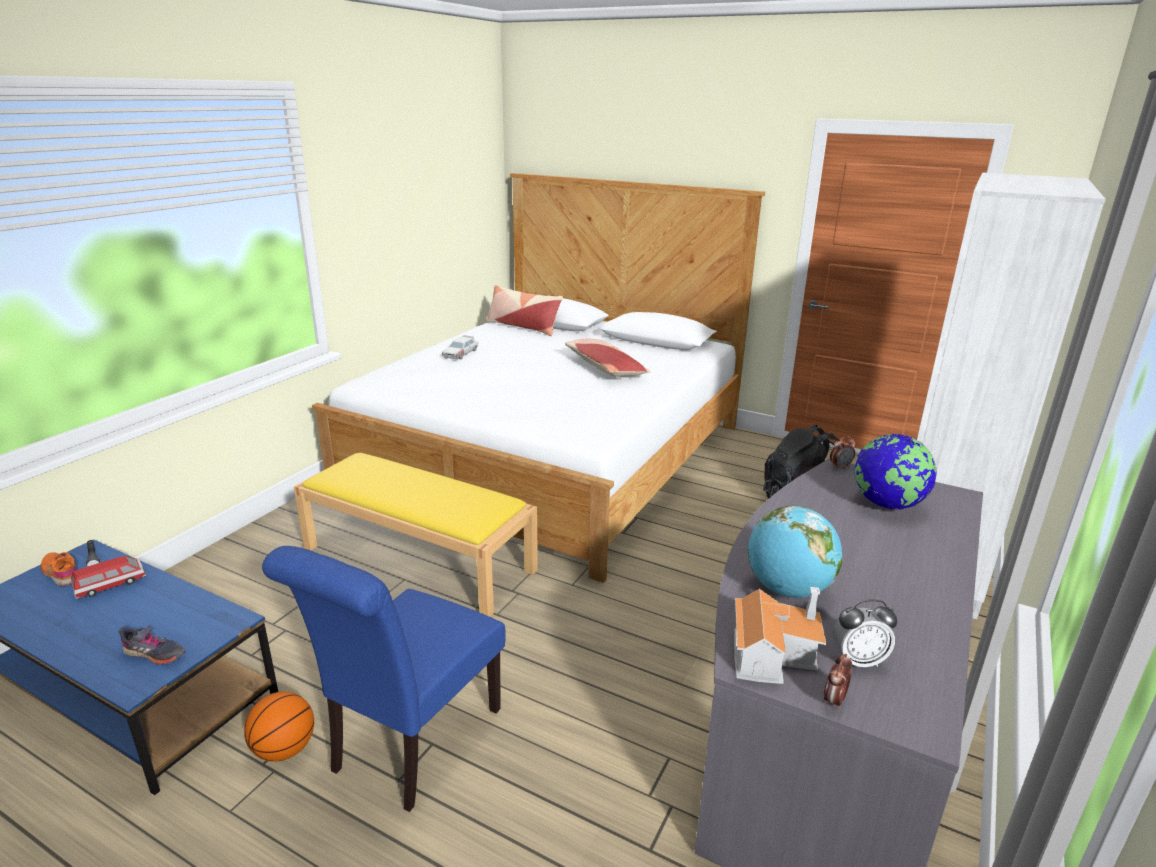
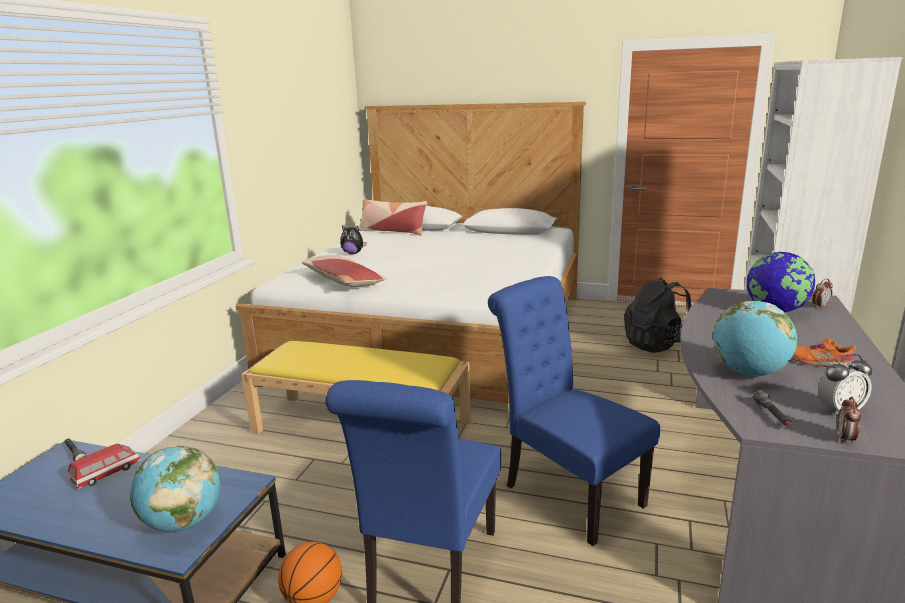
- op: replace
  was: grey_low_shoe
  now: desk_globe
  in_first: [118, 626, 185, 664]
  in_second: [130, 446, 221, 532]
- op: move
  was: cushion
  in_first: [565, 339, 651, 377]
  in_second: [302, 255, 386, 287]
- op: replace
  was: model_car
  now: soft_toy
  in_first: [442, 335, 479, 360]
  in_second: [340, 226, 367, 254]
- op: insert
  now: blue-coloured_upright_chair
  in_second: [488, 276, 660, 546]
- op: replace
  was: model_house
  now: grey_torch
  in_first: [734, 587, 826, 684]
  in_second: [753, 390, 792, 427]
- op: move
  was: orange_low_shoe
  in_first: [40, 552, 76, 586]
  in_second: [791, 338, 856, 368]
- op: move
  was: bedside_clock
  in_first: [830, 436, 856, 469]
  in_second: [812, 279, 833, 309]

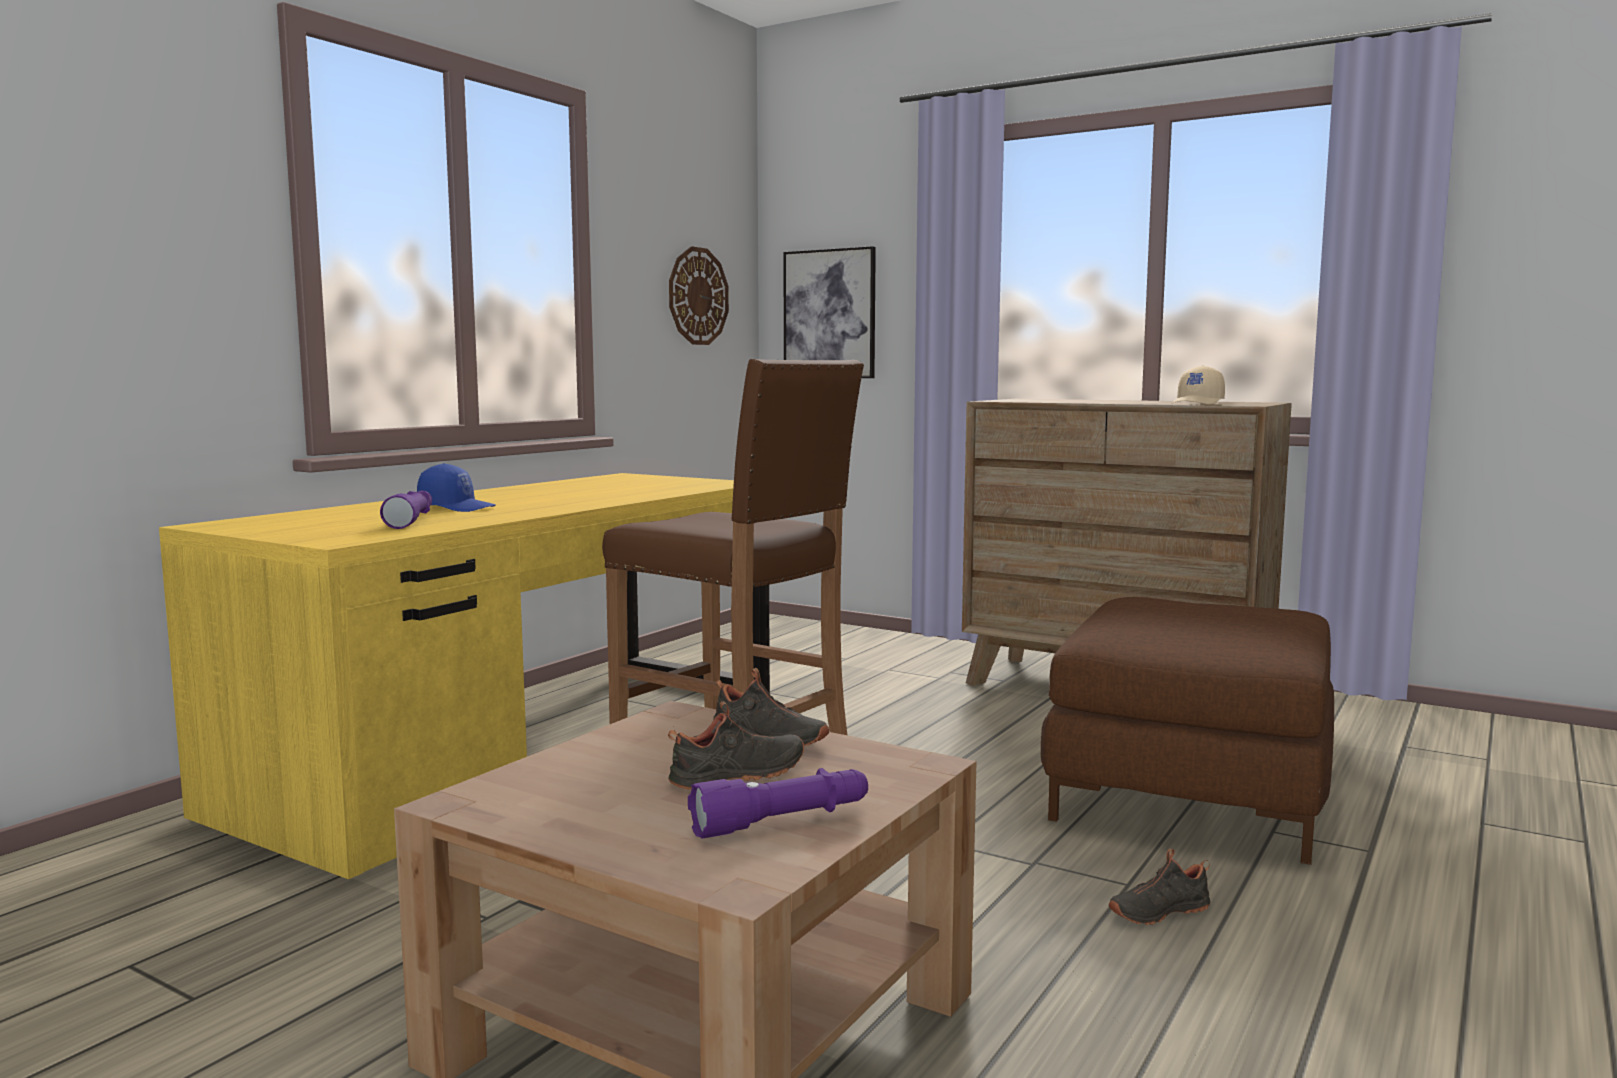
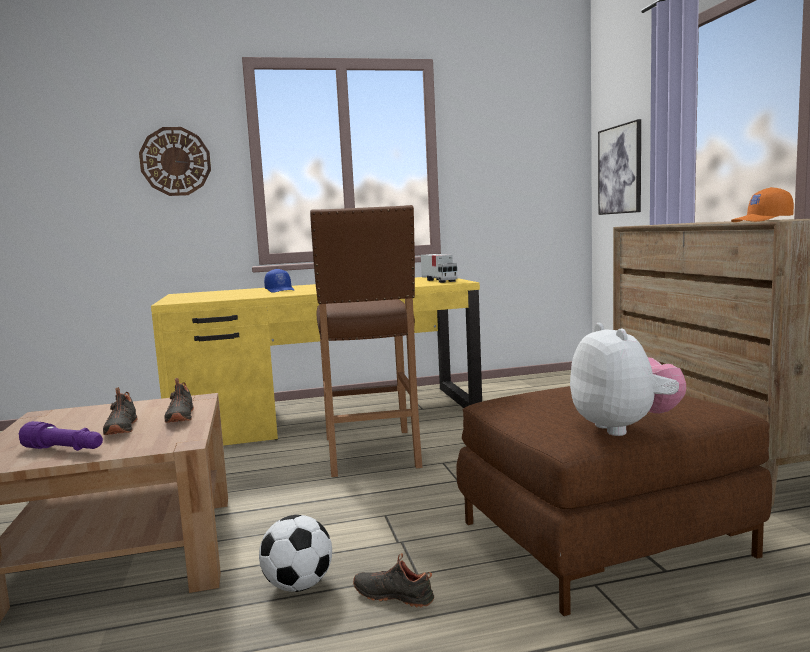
- op: rotate
  was: blackish_low_shoe
  in_first: [668, 701, 804, 790]
  in_second: [103, 387, 138, 435]
  clockwise: 60
- op: move
  was: hanging_clock
  in_first: [669, 246, 729, 345]
  in_second: [139, 127, 211, 196]
- op: insert
  now: football_ball
  in_second: [259, 515, 332, 592]
- op: insert
  now: toy_truck
  in_second: [421, 254, 458, 283]
- op: insert
  now: soft_toy
  in_second: [570, 323, 686, 436]
- op: recolor
  was: beige_baseball_cap
  now: orange_baseball_cap
  in_first: [1172, 365, 1225, 404]
  in_second: [731, 187, 794, 222]
- op: delete
  was: purplish_torch
  in_first: [380, 490, 432, 529]

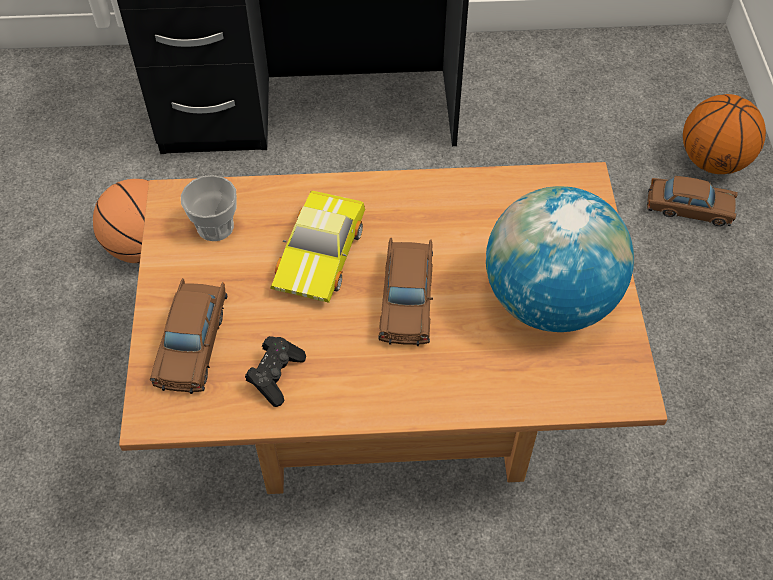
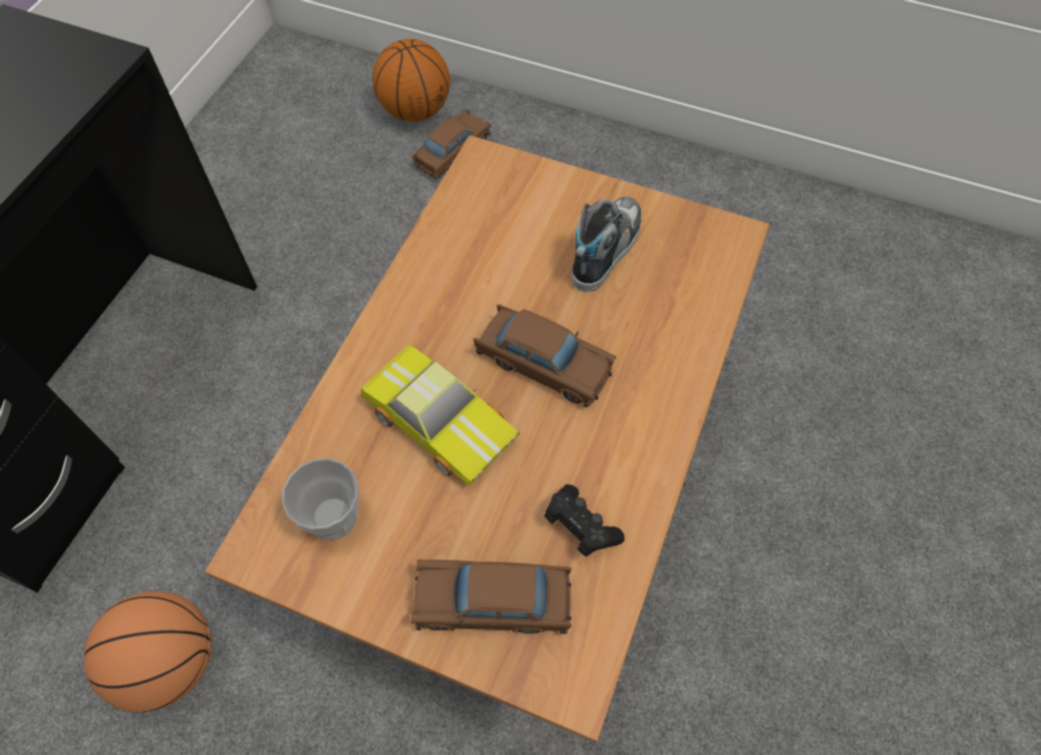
- op: rotate
  was: brown-coloured_model_car
  in_first: [150, 278, 227, 394]
  in_second: [411, 559, 572, 634]
  clockwise: 150
- op: replace
  was: desk_globe
  now: low_shoe
  in_first: [486, 186, 634, 332]
  in_second: [572, 197, 642, 292]

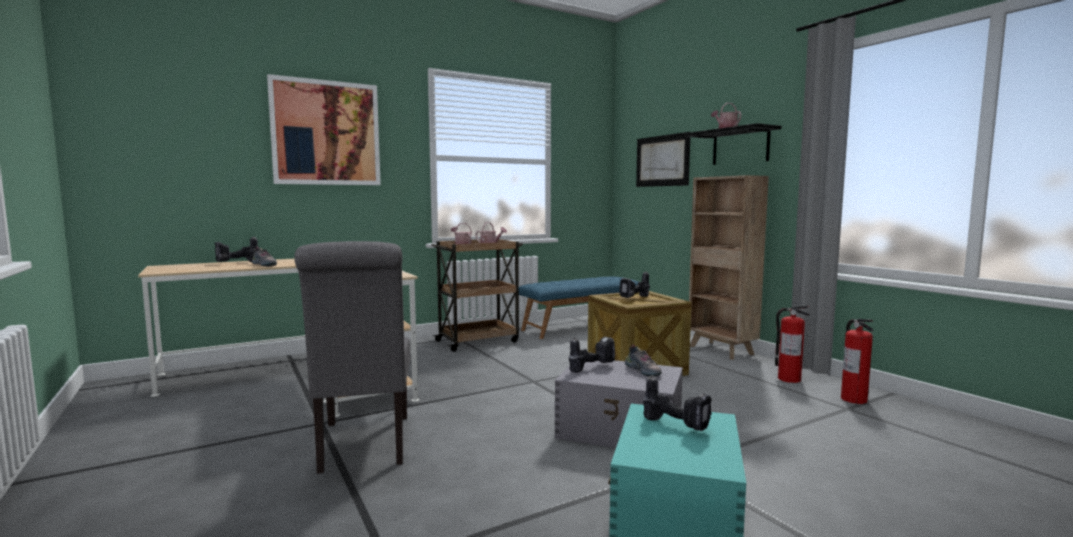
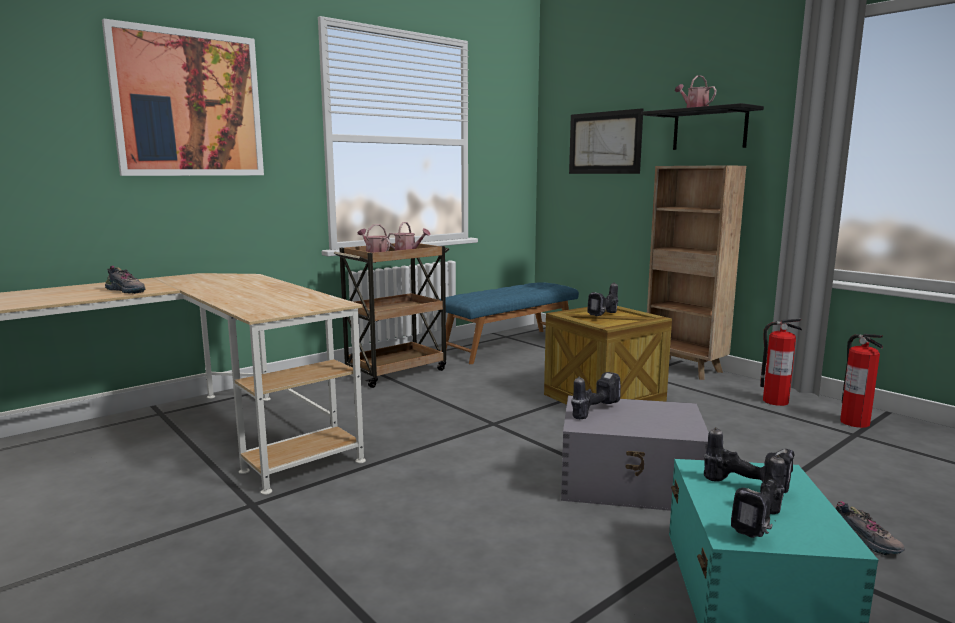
- op: move
  was: drill
  in_first: [215, 236, 258, 262]
  in_second: [731, 455, 785, 538]
- op: move
  was: low_shoe
  in_first: [625, 345, 662, 377]
  in_second: [835, 501, 905, 555]
- op: delete
  was: grey_upright_chair
  in_first: [295, 241, 411, 474]

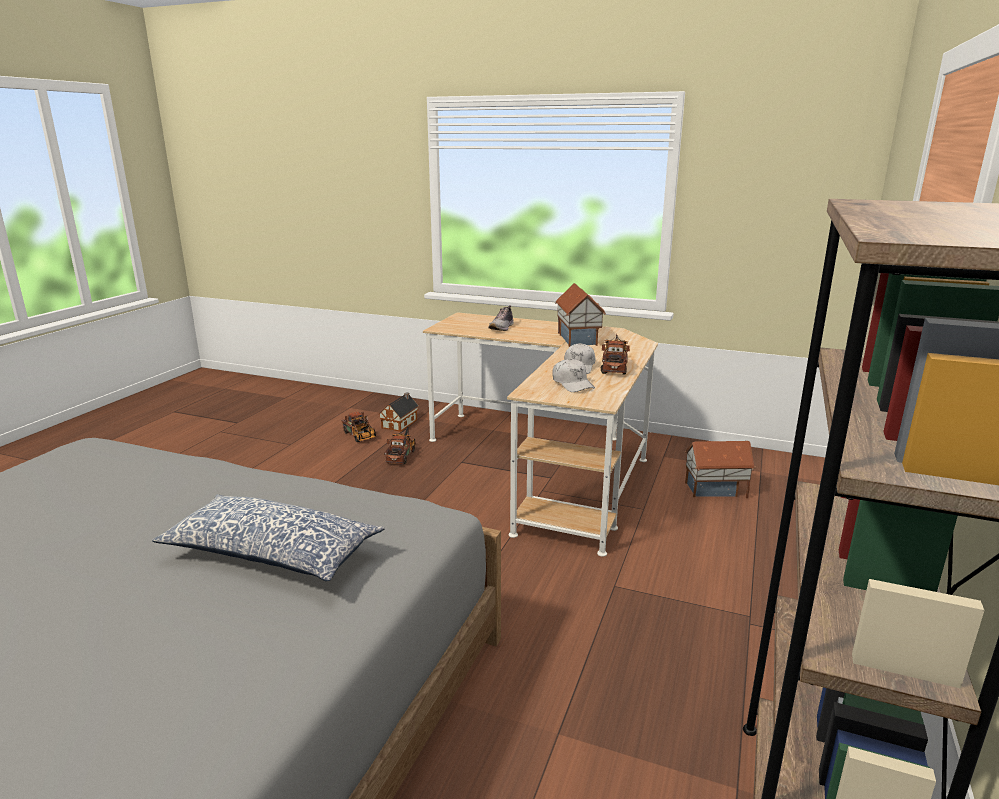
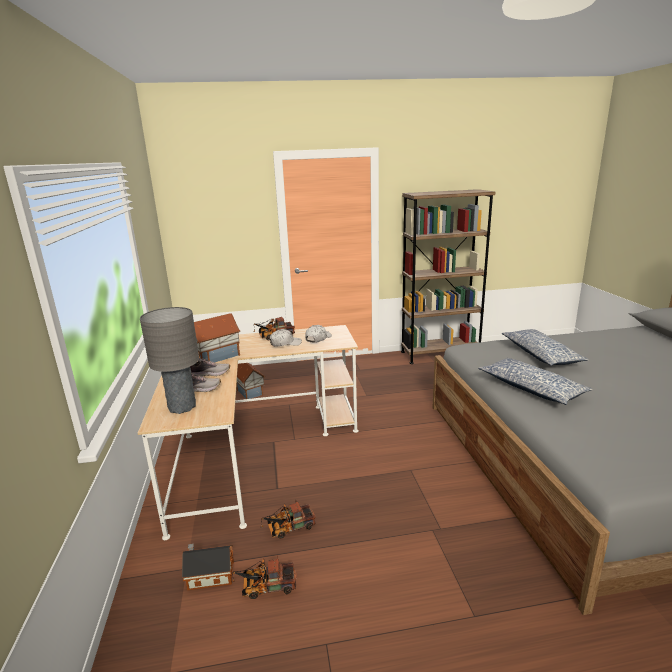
- op: insert
  now: grey_tabletop_lamp
  in_second: [140, 307, 199, 414]
- op: insert
  now: low_shoe
  in_second: [190, 358, 230, 377]
- op: rotate
  was: toy_truck
  in_first: [341, 412, 376, 442]
  in_second: [232, 555, 297, 599]
  clockwise: -120
- op: insert
  now: cushion
  in_second: [478, 358, 593, 405]

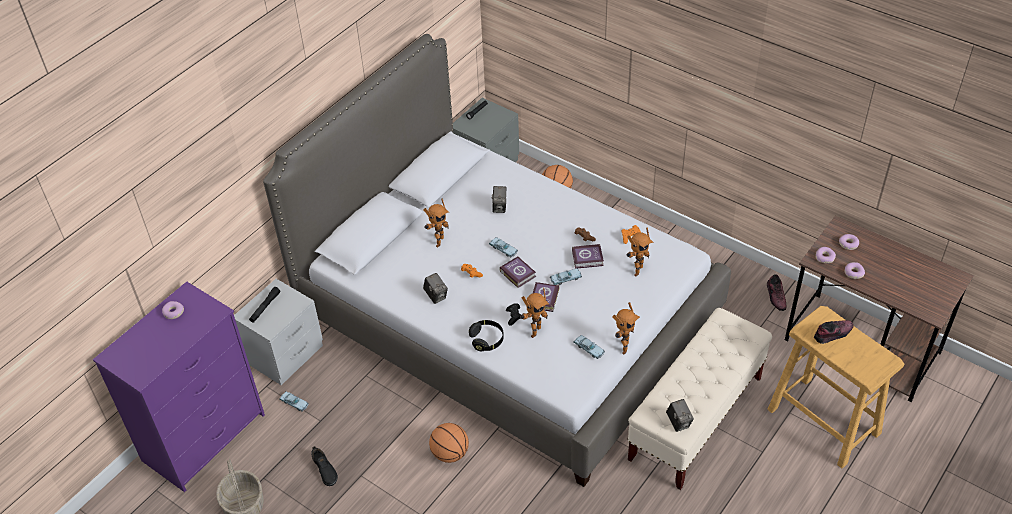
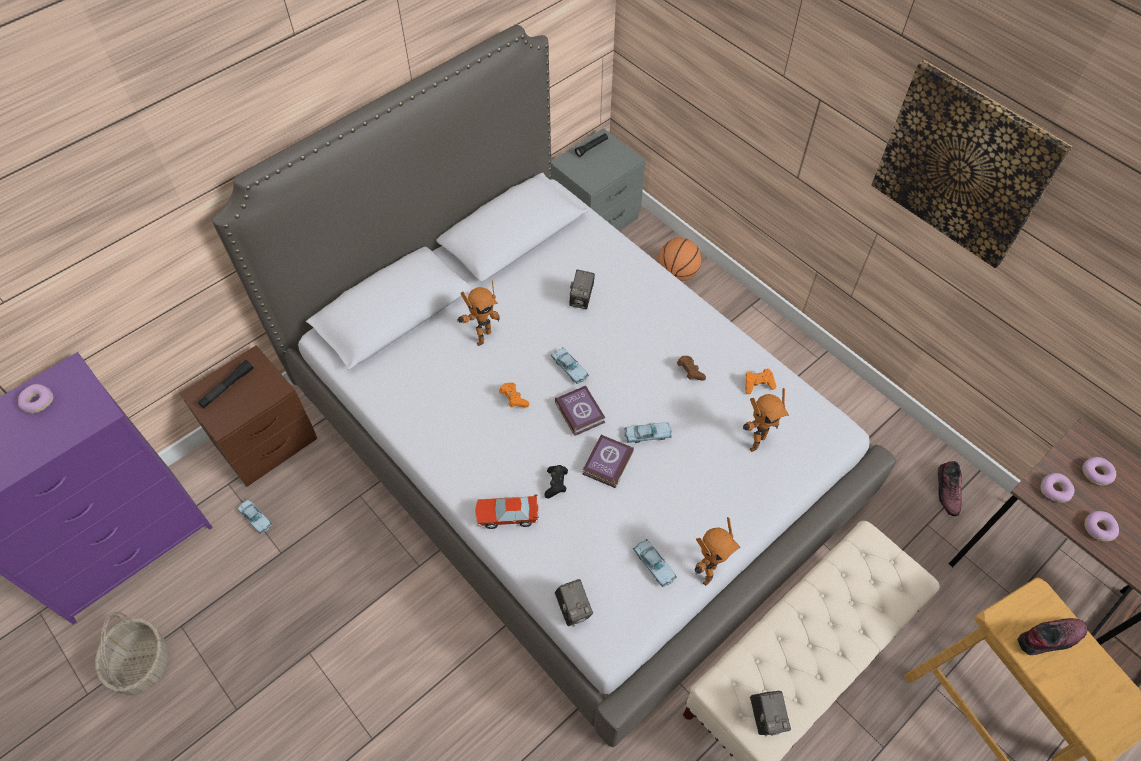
- op: recolor
  was: grey_bedside_table
  now: brown-coloured_bedside_table
  in_first: [234, 279, 323, 385]
  in_second: [179, 345, 318, 487]
- op: replace
  was: blackish_headset
  now: model_car
  in_first: [469, 320, 504, 351]
  in_second: [475, 494, 539, 529]
- op: move
  was: still_camera
  in_first: [423, 273, 448, 304]
  in_second: [555, 579, 593, 627]
- op: insert
  now: picture
  in_second: [871, 60, 1073, 268]
- op: delete
  was: blackish_low_shoe
  in_first: [311, 446, 338, 486]
- op: delete
  was: ball_for_basketball
  in_first: [429, 423, 469, 463]
- op: delete
  was: robot_figure
  in_first: [520, 288, 549, 338]
- op: delete
  was: bound_book
  in_first: [572, 244, 604, 269]

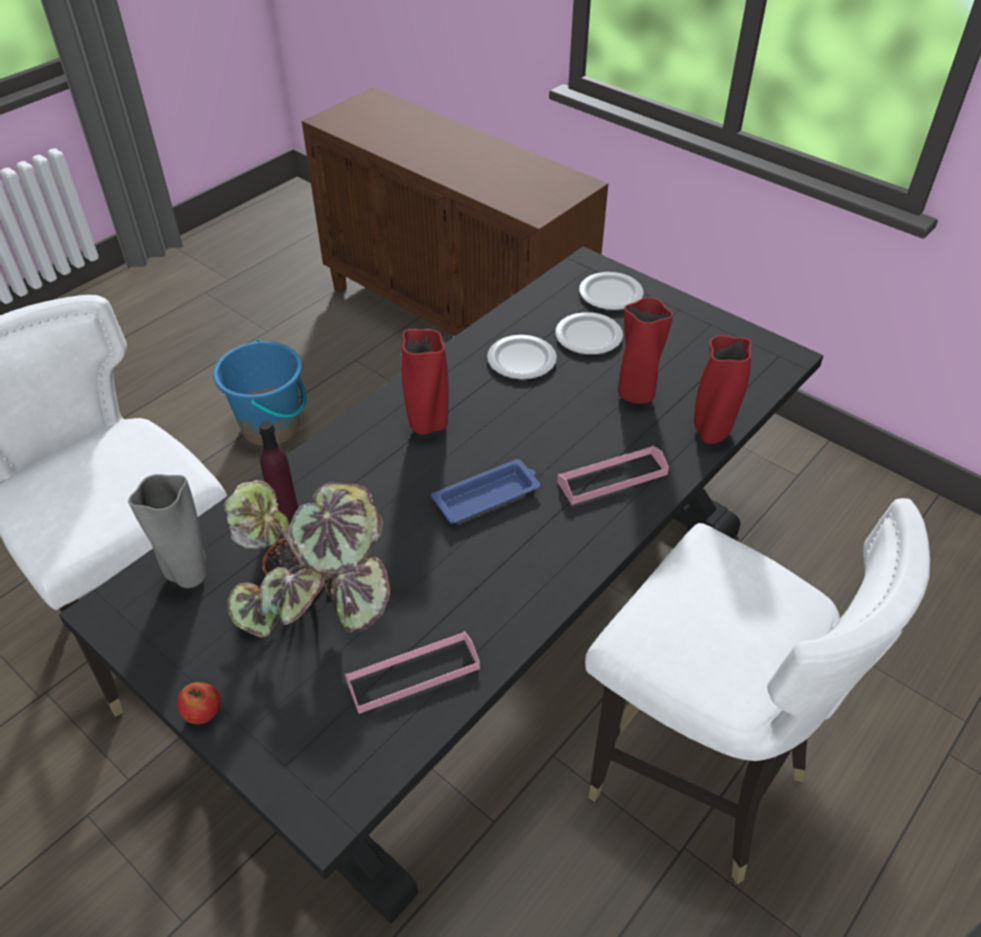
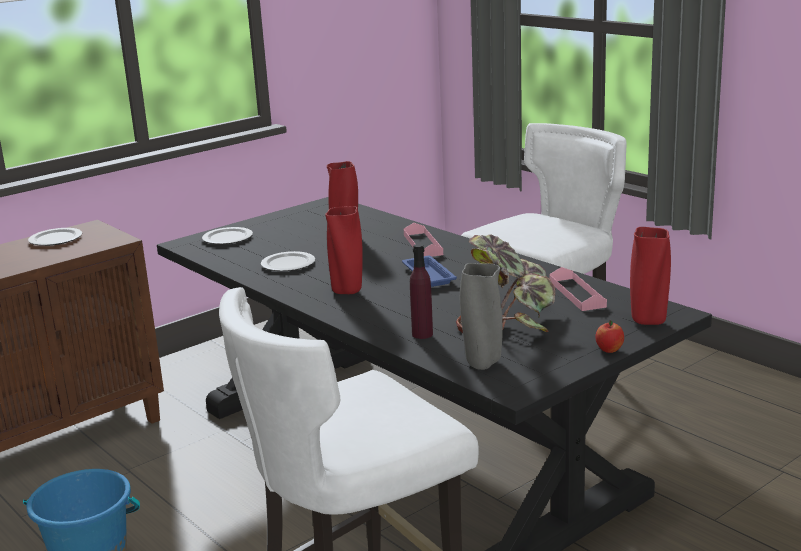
- op: move
  was: plate
  in_first: [555, 312, 623, 355]
  in_second: [28, 228, 82, 246]
- op: move
  was: red-coloured_flower_vase
  in_first: [694, 335, 752, 444]
  in_second: [630, 227, 671, 325]

